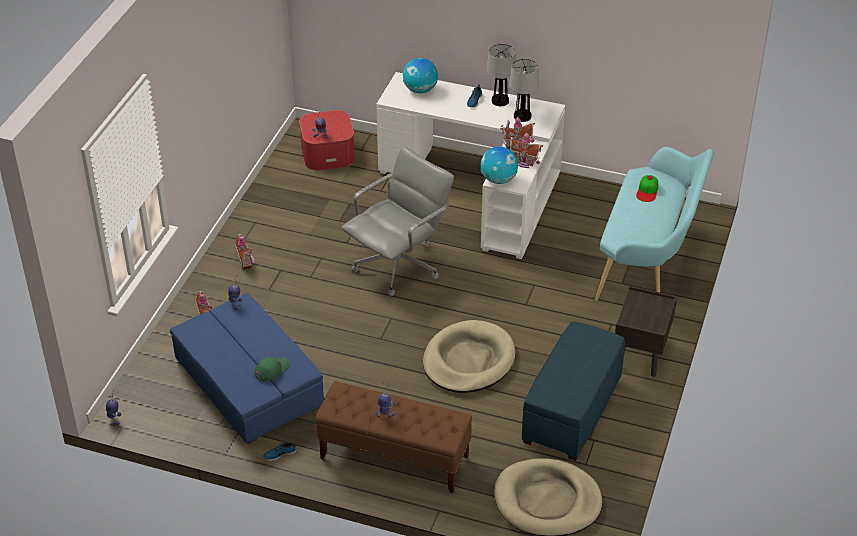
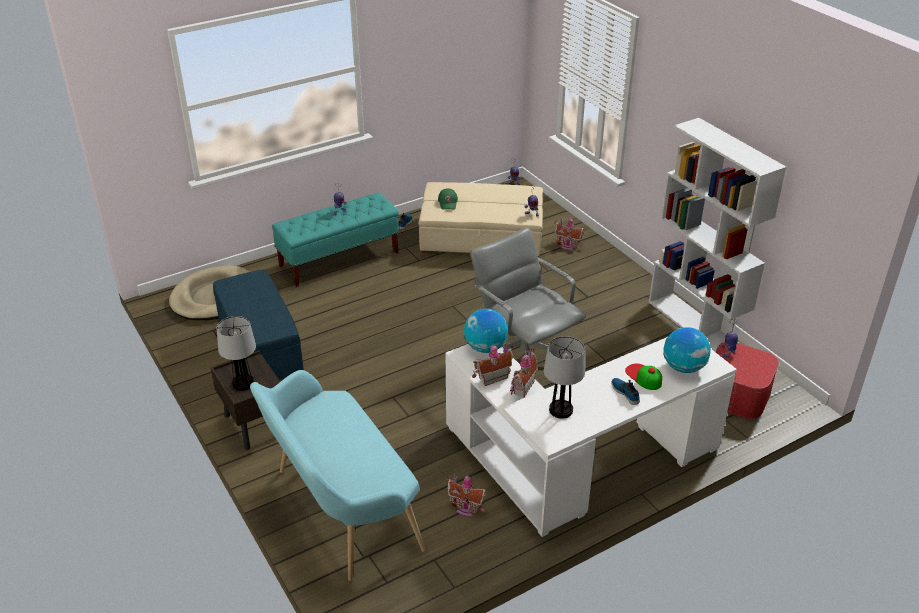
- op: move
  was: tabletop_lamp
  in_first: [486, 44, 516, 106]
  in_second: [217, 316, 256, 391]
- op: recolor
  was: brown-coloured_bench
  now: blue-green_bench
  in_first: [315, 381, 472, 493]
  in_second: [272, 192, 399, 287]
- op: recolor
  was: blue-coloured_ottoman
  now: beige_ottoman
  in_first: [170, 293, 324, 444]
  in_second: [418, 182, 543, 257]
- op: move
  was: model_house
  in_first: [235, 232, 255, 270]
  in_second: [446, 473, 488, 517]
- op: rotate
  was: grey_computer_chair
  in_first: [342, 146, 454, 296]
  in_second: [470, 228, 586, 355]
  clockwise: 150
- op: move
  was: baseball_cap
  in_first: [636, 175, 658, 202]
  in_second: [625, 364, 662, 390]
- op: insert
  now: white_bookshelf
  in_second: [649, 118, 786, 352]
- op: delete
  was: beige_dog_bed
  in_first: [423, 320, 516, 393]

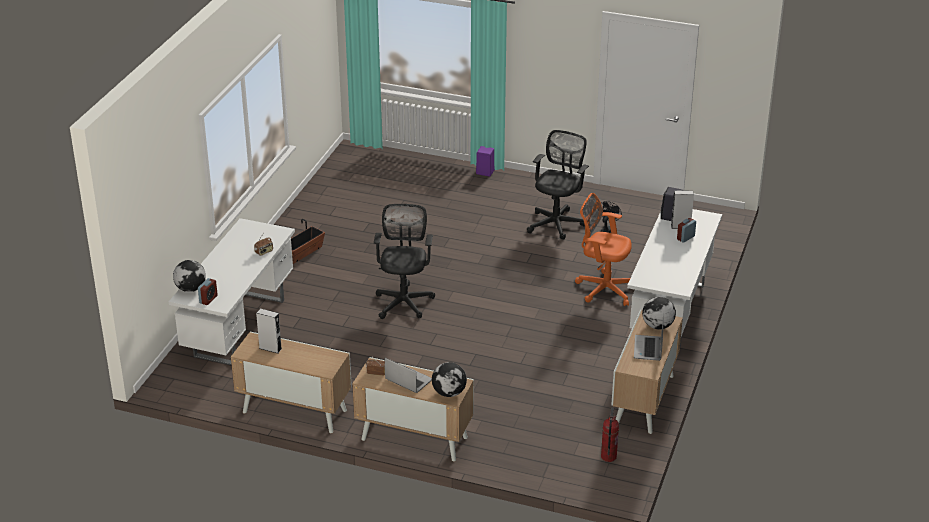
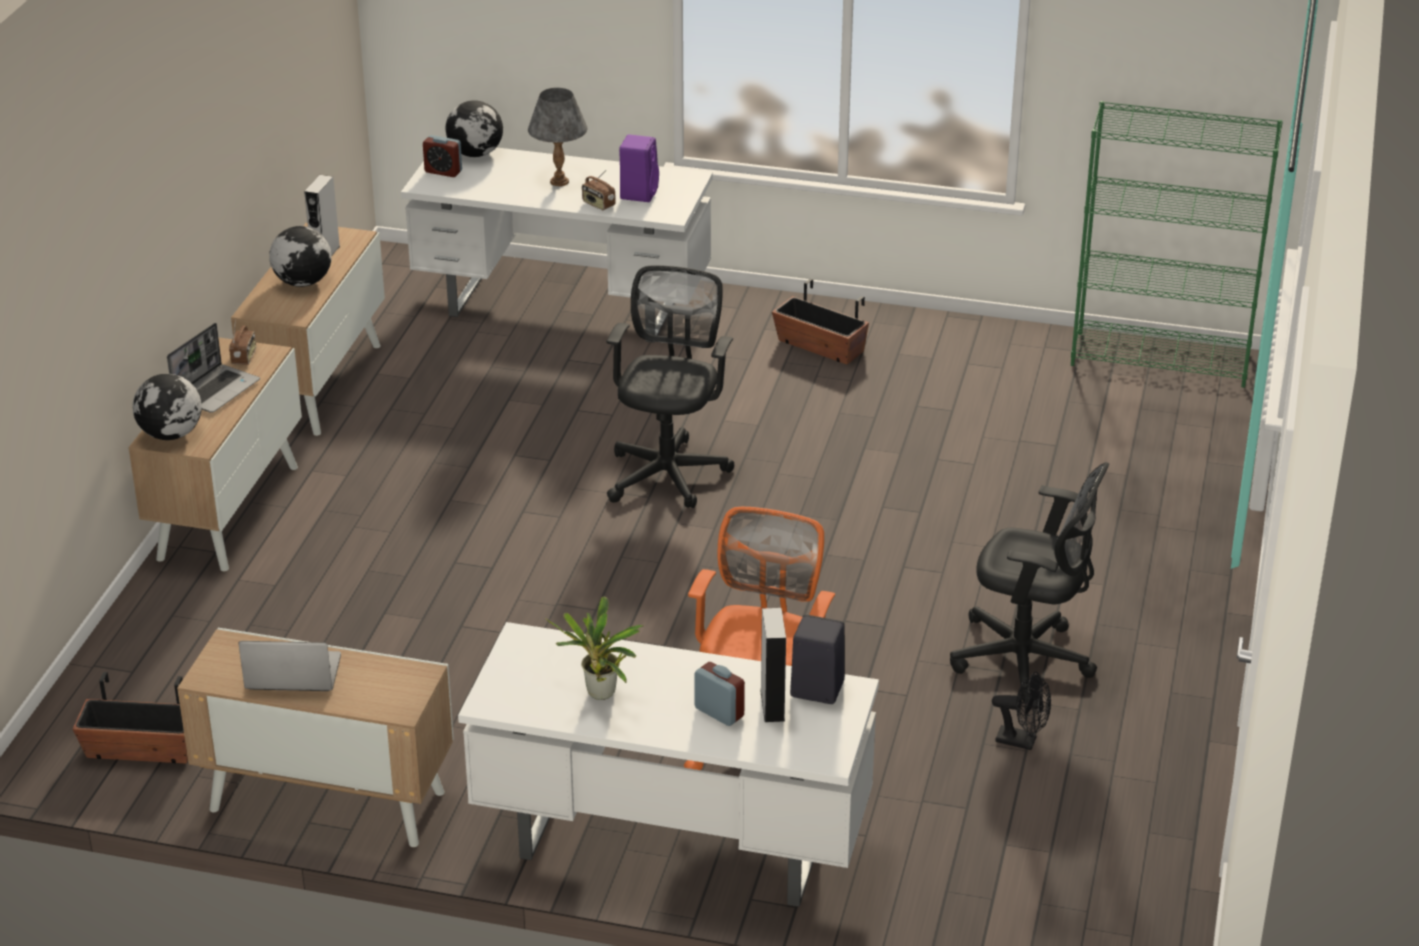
- op: replace
  was: fire_extinguisher
  now: plant_pot
  in_first: [601, 408, 619, 462]
  in_second: [73, 672, 188, 763]
- op: move
  was: desk_globe
  in_first: [642, 297, 676, 329]
  in_second: [270, 226, 332, 287]
- op: insert
  now: grey_tabletop_lamp
  in_second: [528, 88, 587, 186]
- op: insert
  now: houseplant
  in_second: [545, 596, 644, 700]
- op: rotate
  was: blackish_computer_chair
  in_first: [374, 204, 435, 319]
  in_second: [606, 265, 734, 508]
  clockwise: -75
- op: move
  was: purplish_speaker
  in_first: [476, 146, 495, 177]
  in_second: [619, 134, 659, 202]
- op: insert
  now: greenish_bookshelf
  in_second: [1071, 101, 1283, 388]

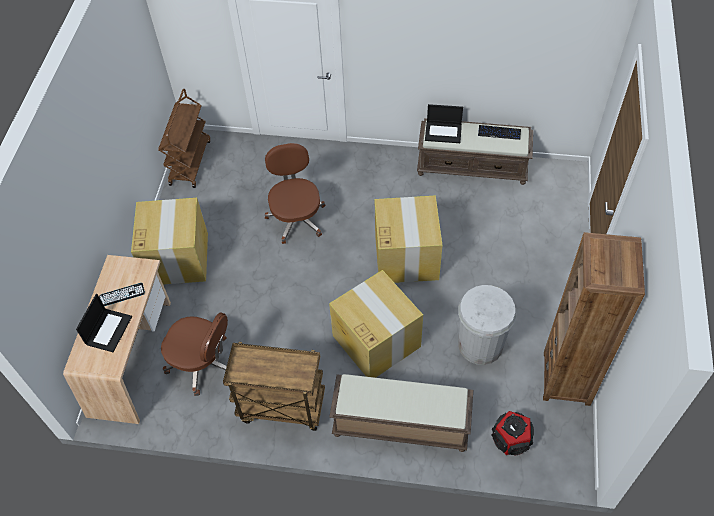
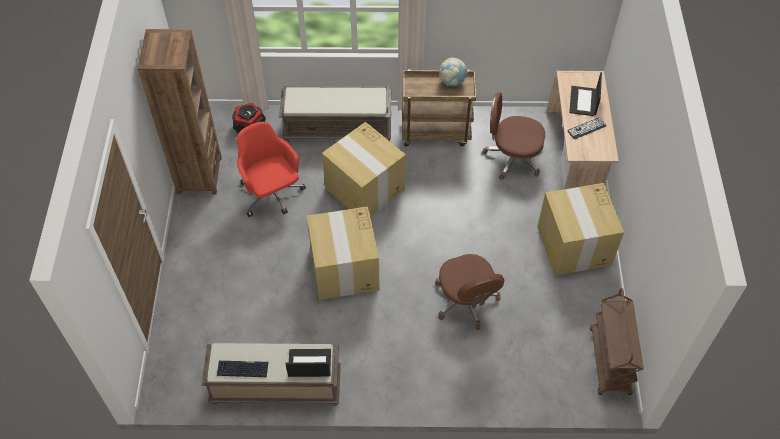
- op: replace
  was: white_waste_bin
  now: red-coloured_computer_chair
  in_first: [458, 285, 517, 365]
  in_second: [237, 122, 306, 217]
- op: insert
  now: desk_globe
  in_second: [439, 58, 468, 87]

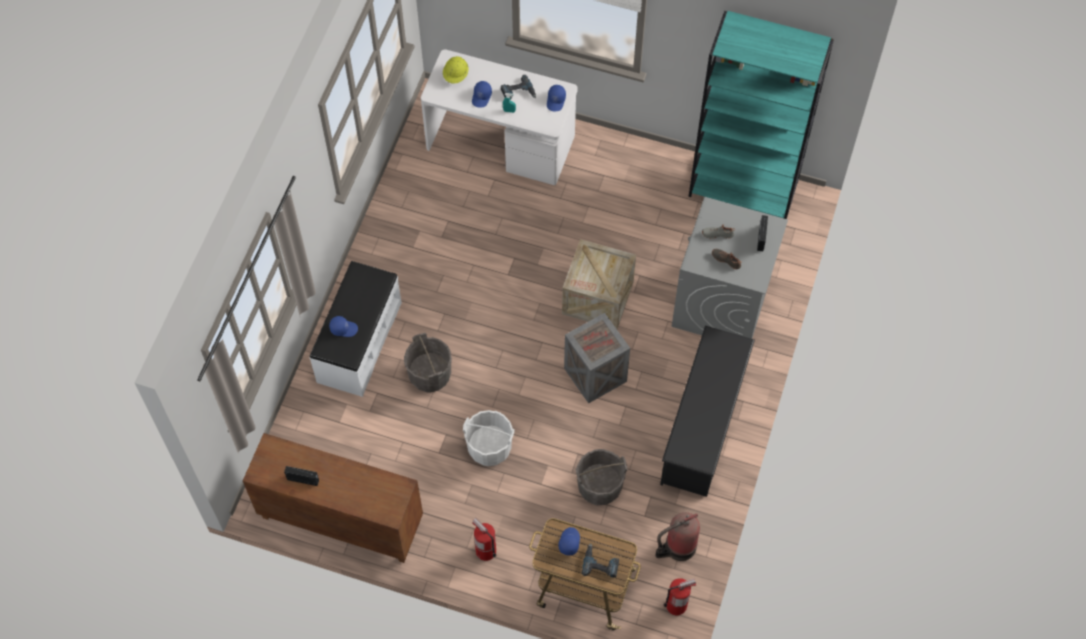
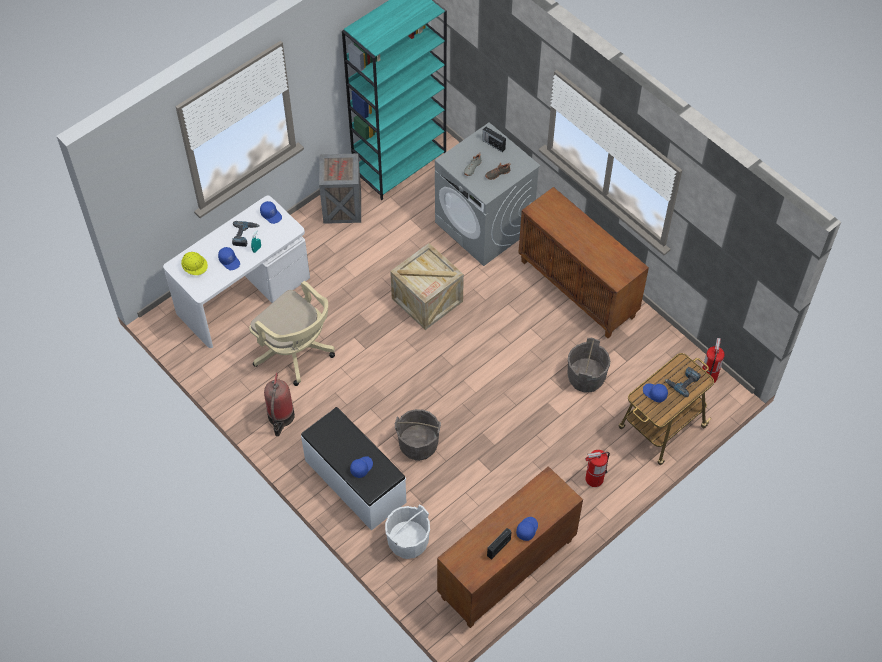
- op: insert
  now: beige_computer_chair
  in_second: [249, 281, 335, 386]
- op: move
  was: fire_extinguisher
  in_first: [655, 512, 700, 561]
  in_second: [264, 373, 295, 436]
- op: move
  was: crate
  in_first: [564, 313, 630, 404]
  in_second: [319, 154, 361, 224]
- op: move
  was: white_pail
  in_first: [463, 410, 515, 466]
  in_second: [385, 505, 430, 559]
- op: insert
  now: blue-coloured_baseball_cap
  in_second: [516, 517, 538, 541]
- op: replace
  was: blackish_shoe_shelf
  now: brown-coloured_storage_cabinet
  in_first: [660, 326, 755, 497]
  in_second: [518, 187, 649, 338]

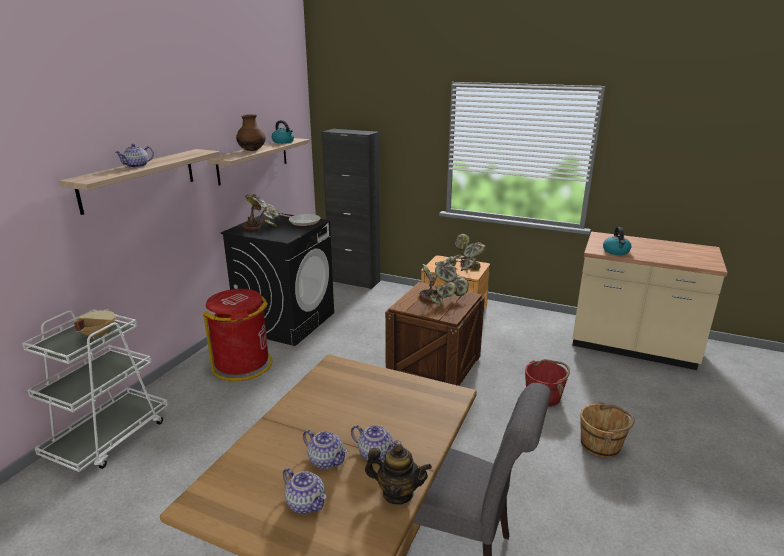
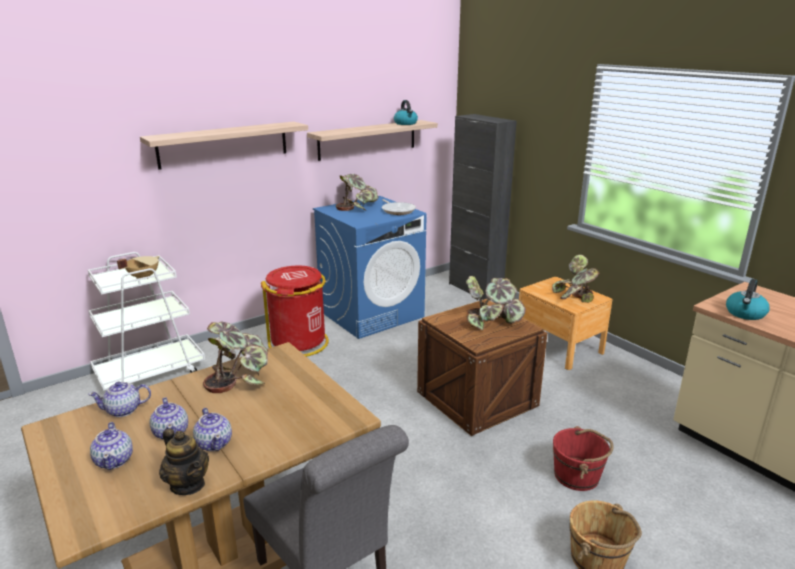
- op: move
  was: teapot
  in_first: [115, 144, 154, 168]
  in_second: [88, 381, 151, 417]
- op: insert
  now: houseplant
  in_second: [203, 321, 268, 393]
- op: recolor
  was: blackish_washing_machine
  now: blue-coloured_washing_machine
  in_first: [221, 213, 334, 346]
  in_second: [313, 196, 427, 339]
- op: delete
  was: brown-coloured_flower_vase
  in_first: [236, 115, 266, 151]

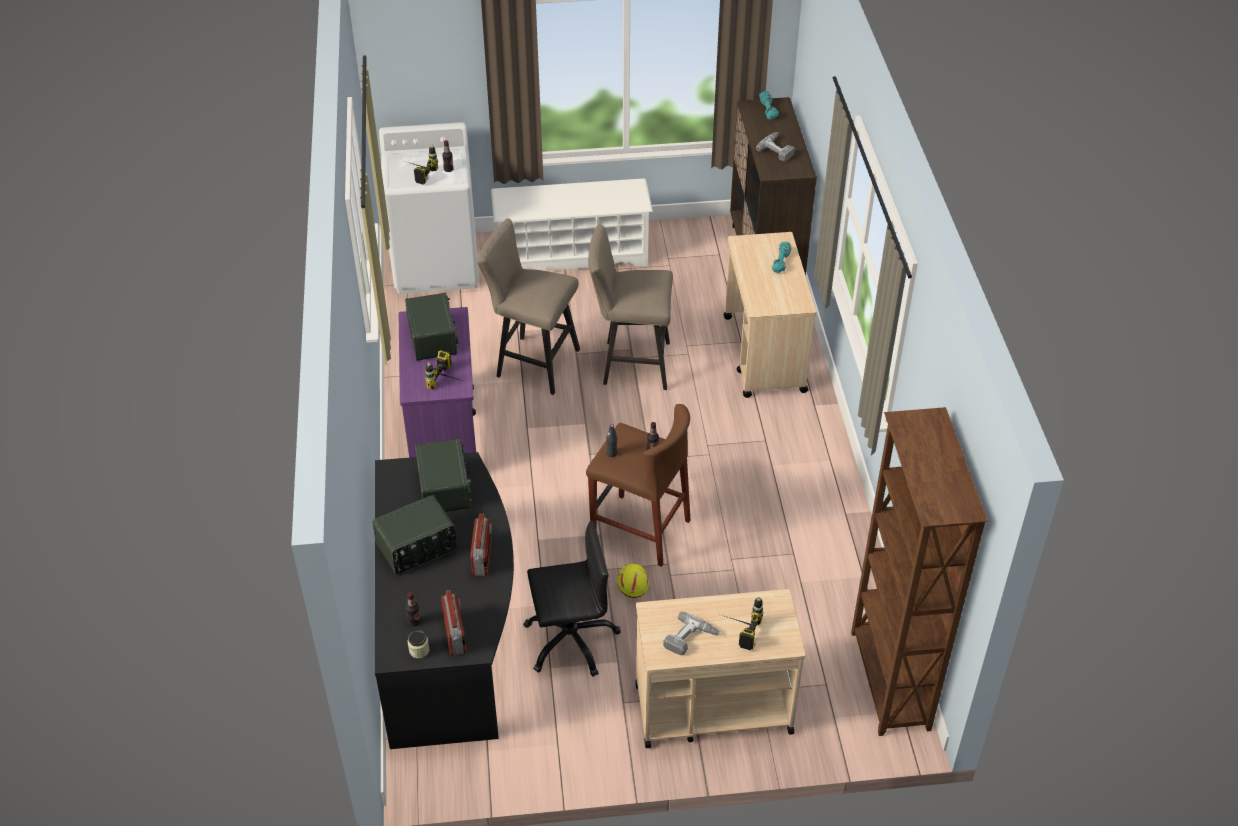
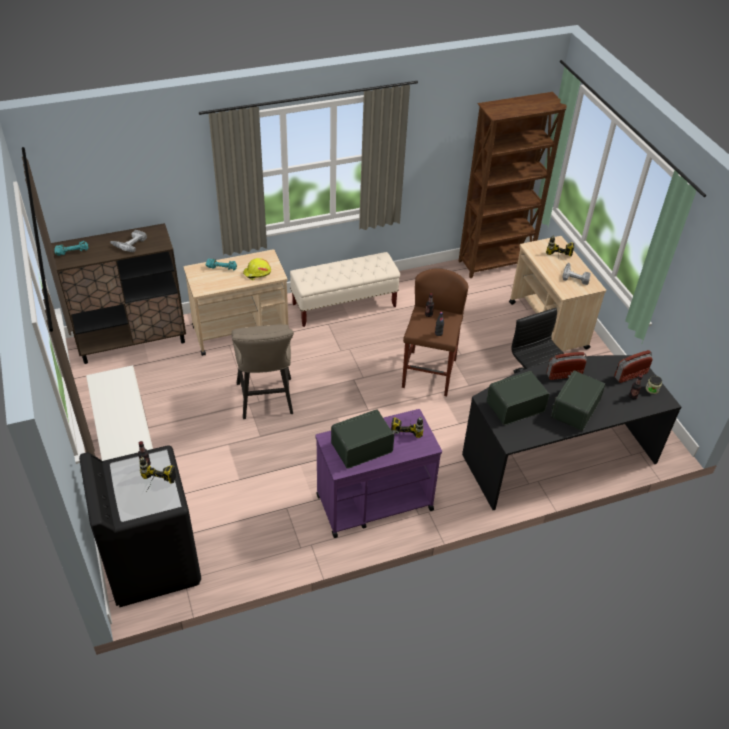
- op: recolor
  was: white_washing_machine
  now: blackish_washing_machine
  in_first: [379, 122, 479, 294]
  in_second: [79, 446, 201, 607]
- op: move
  was: yellow_safety_helmet
  in_first: [617, 564, 649, 598]
  in_second: [243, 258, 271, 280]
- op: insert
  now: beige_bench
  in_second: [290, 252, 400, 327]
- op: rotate
  was: radio
  in_first: [372, 495, 457, 575]
  in_second: [551, 370, 606, 431]
  clockwise: -105
- op: delete
  was: beige_sitting_stool
  in_first: [477, 219, 580, 395]

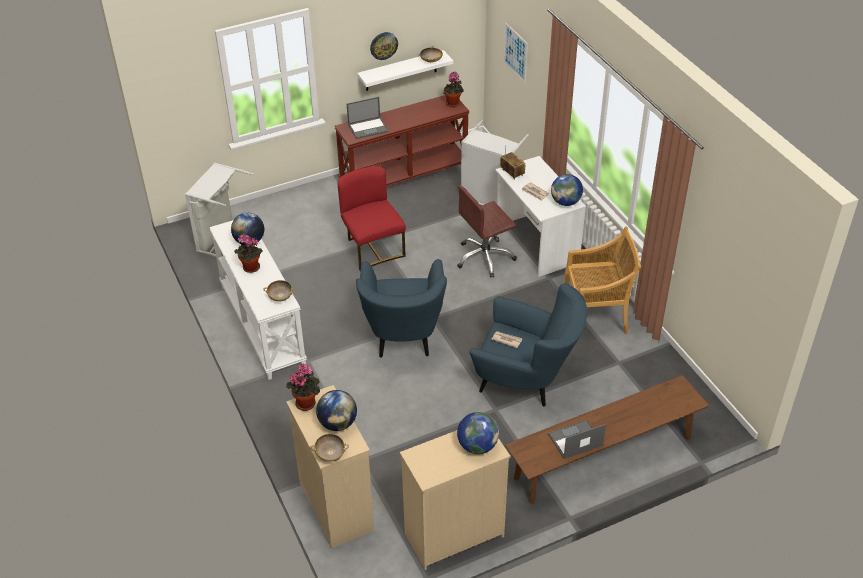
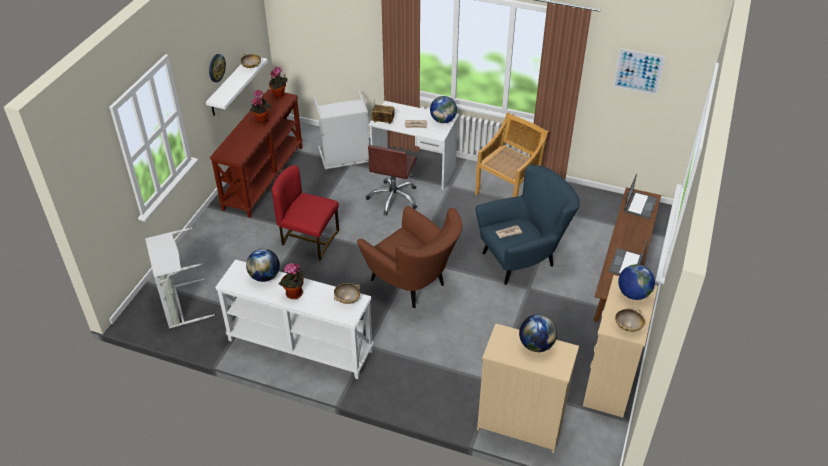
- op: move
  was: houseplant
  in_first: [287, 364, 320, 411]
  in_second: [250, 90, 271, 125]
- op: recolor
  was: blue-coloured_armchair
  now: brown-coloured_armchair
  in_first: [356, 259, 447, 358]
  in_second: [357, 206, 463, 308]
- op: move
  was: picture
  in_first: [504, 22, 528, 83]
  in_second: [613, 48, 666, 95]
- op: move
  was: beige_bowl
  in_first: [310, 434, 349, 462]
  in_second: [615, 309, 645, 332]
- op: move
  was: portable_computer
  in_first: [347, 97, 389, 139]
  in_second: [624, 174, 658, 219]

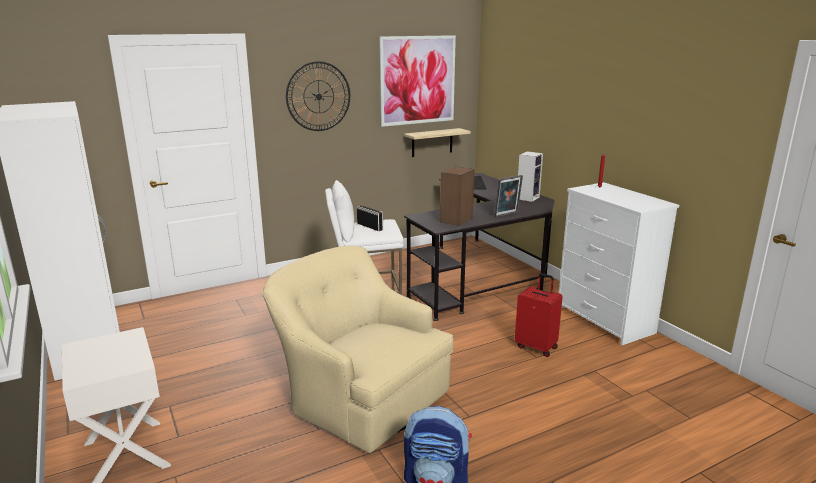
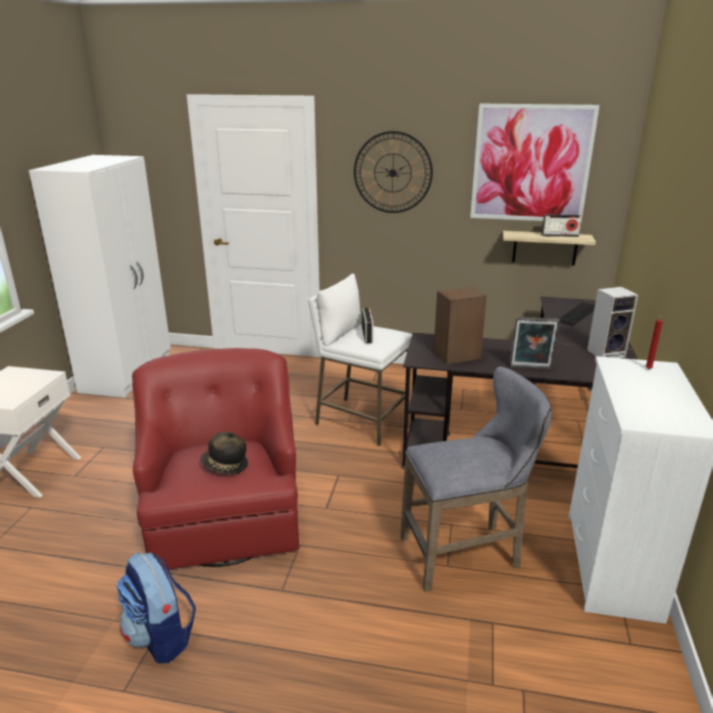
- op: recolor
  was: beige_armchair
  now: red-coloured_armchair
  in_first: [262, 246, 453, 453]
  in_second: [132, 348, 299, 570]
- op: insert
  now: hat
  in_second: [200, 432, 248, 475]
- op: replace
  was: red-coloured_travel_case
  now: grey_sitting_stool
  in_first: [515, 273, 563, 357]
  in_second: [400, 366, 552, 592]
- op: insert
  now: radio
  in_second: [542, 215, 582, 237]

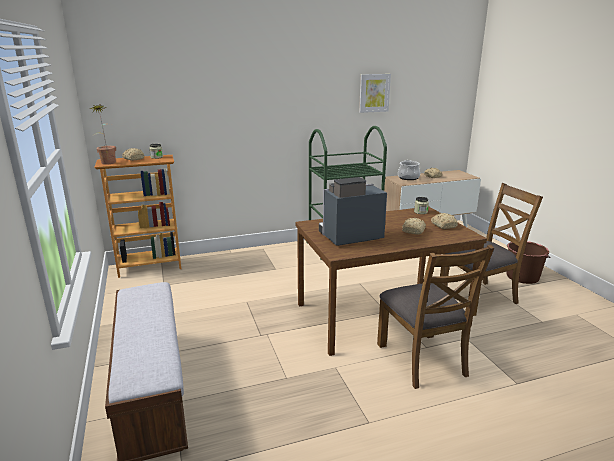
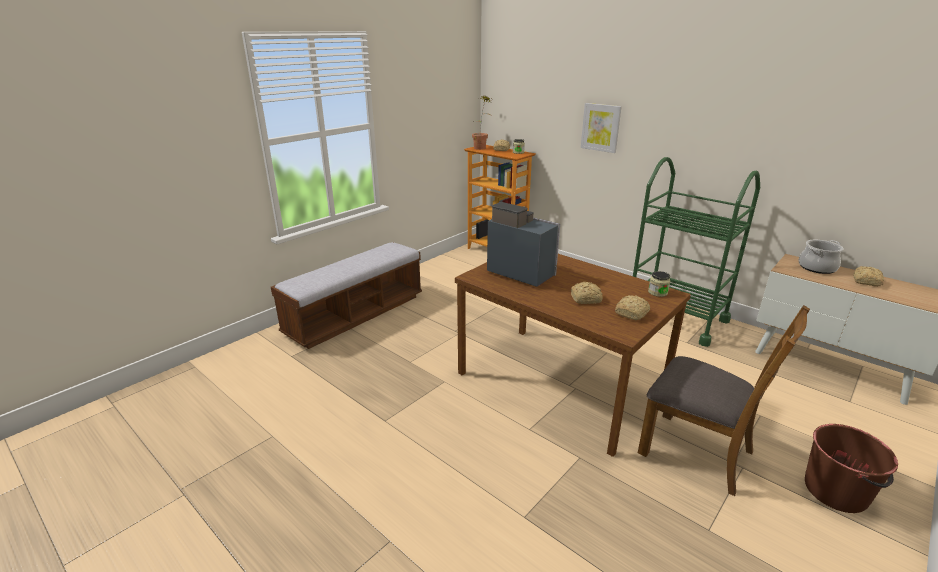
- op: move
  was: picture
  in_first: [359, 74, 391, 113]
  in_second: [581, 103, 622, 153]
- op: delete
  was: brown-coloured_upright_chair
  in_first: [377, 245, 494, 389]

